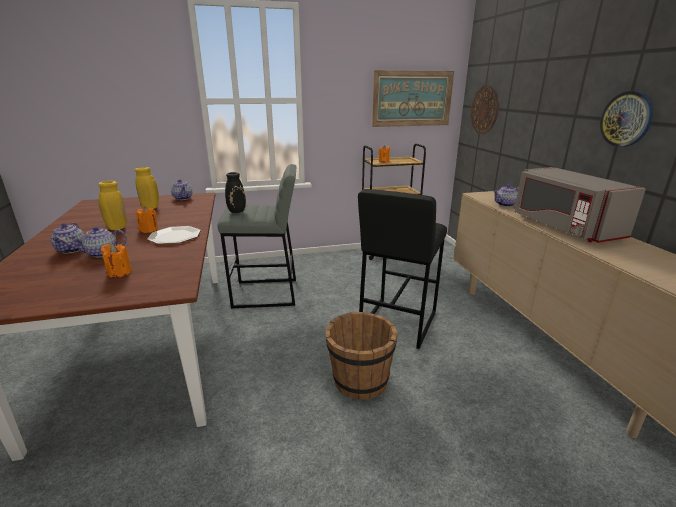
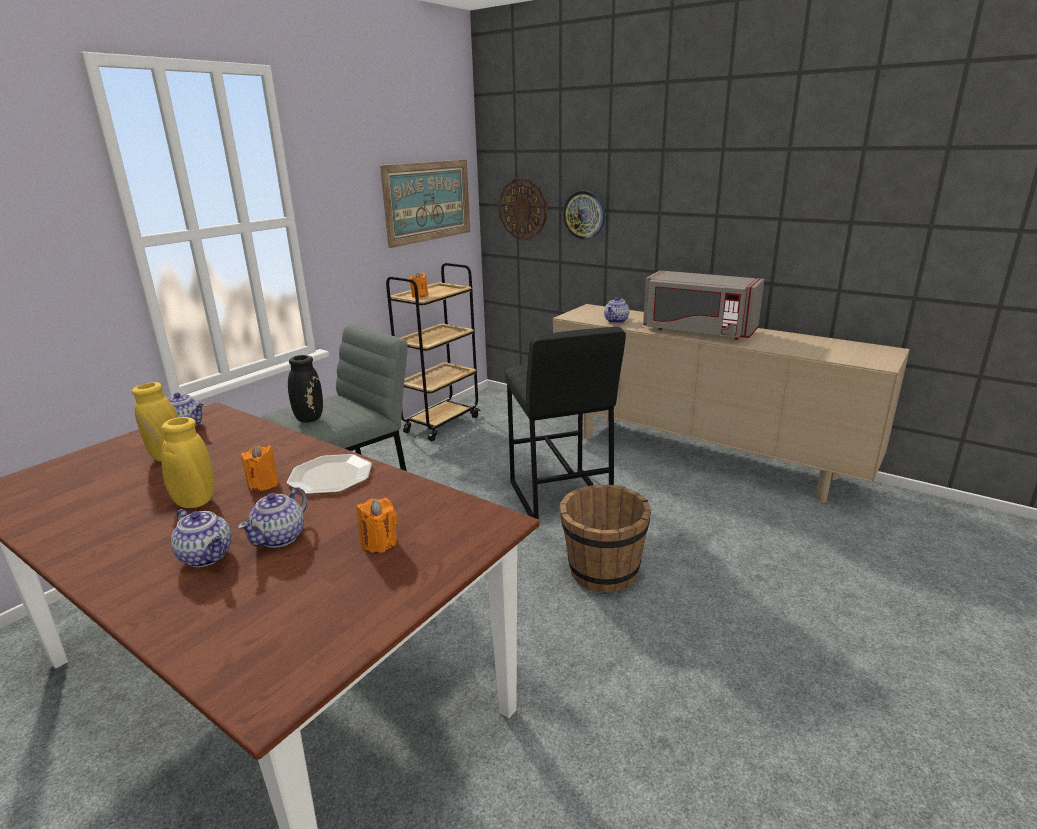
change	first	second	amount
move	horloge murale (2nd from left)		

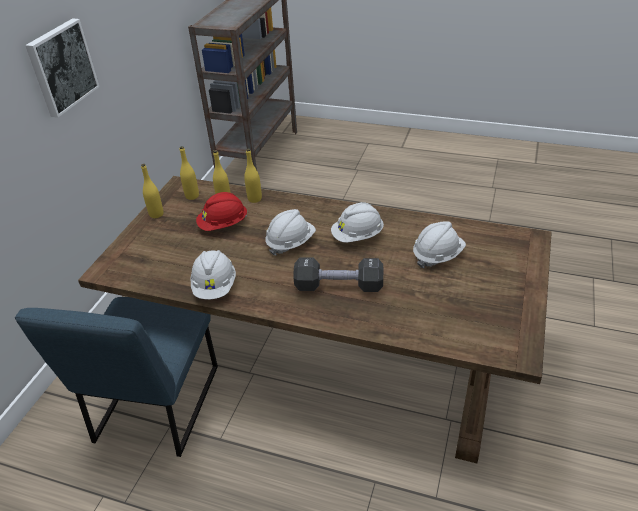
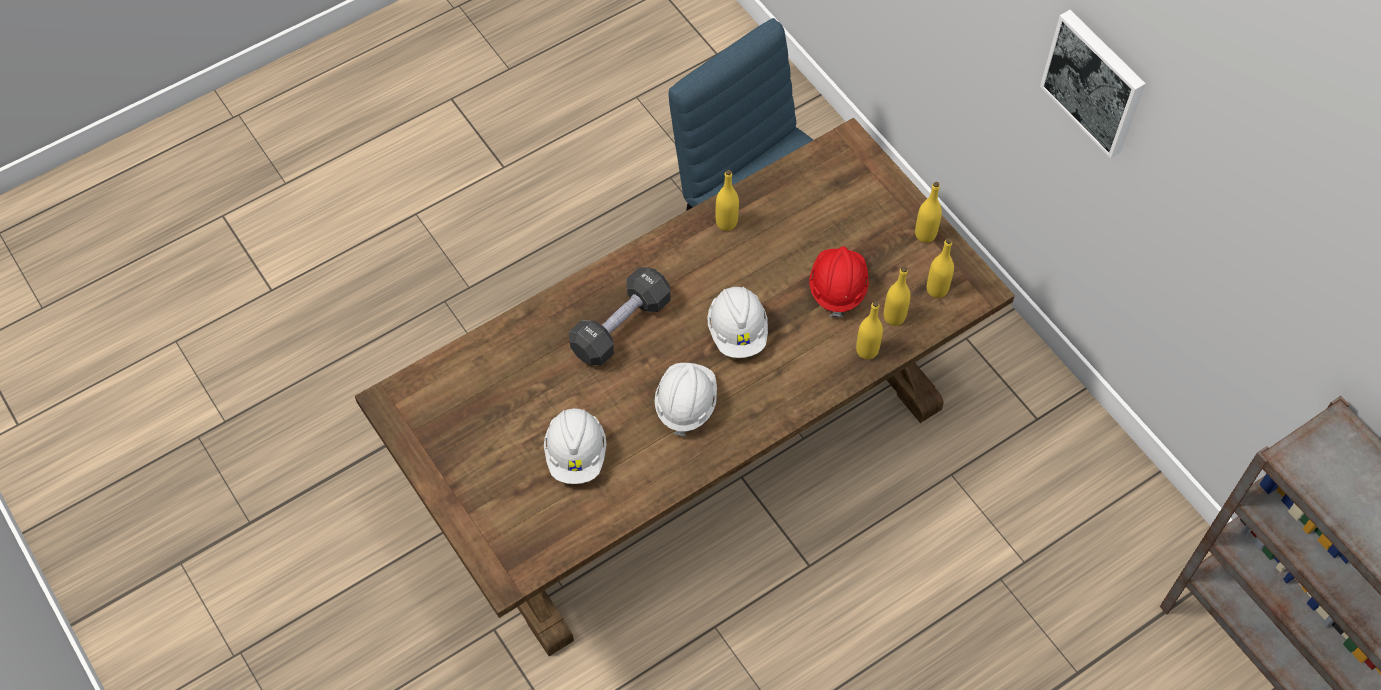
change	first	second	amount
replace	casque de chantier (blanc) (1st from left)	bouteille (jaune) (1st from left)	

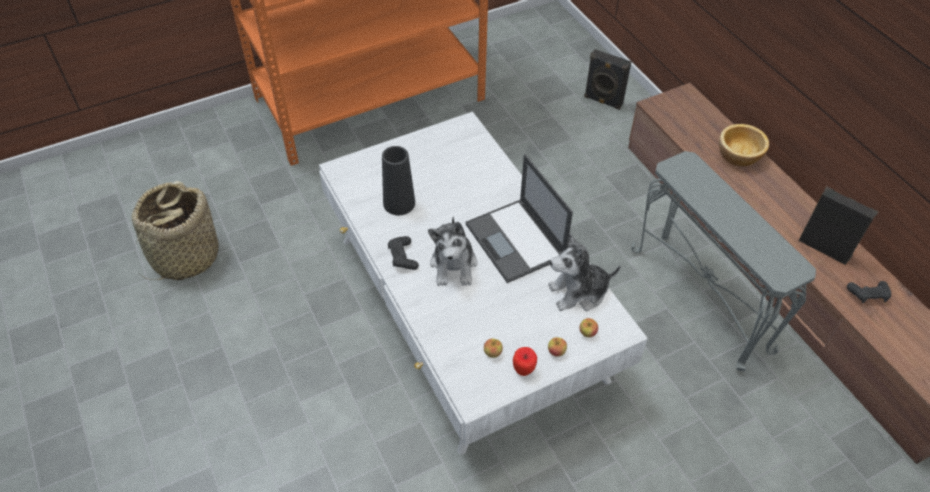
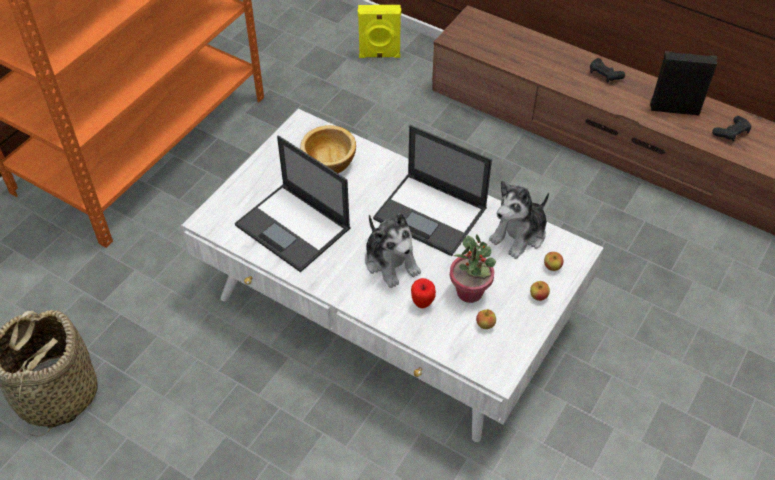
change	first	second	amount
replace	vase (noir)	ordinateur portable (1st from left)	
move	manette (noir) (1st from left)		
move	pomme (2nd from left in the first image)	pomme (1st from left)	
recolor	enceinte (noir) (1st from left)	enceinte (jaune)	
delete	table d'appoint (gris)		
move	bol		
insert		plante en pot	

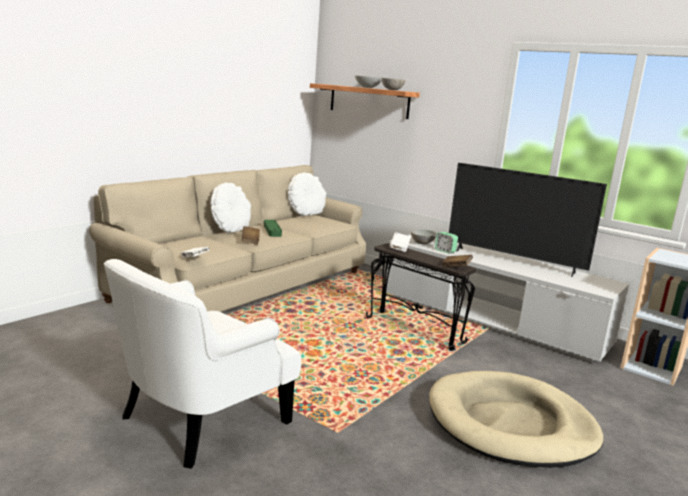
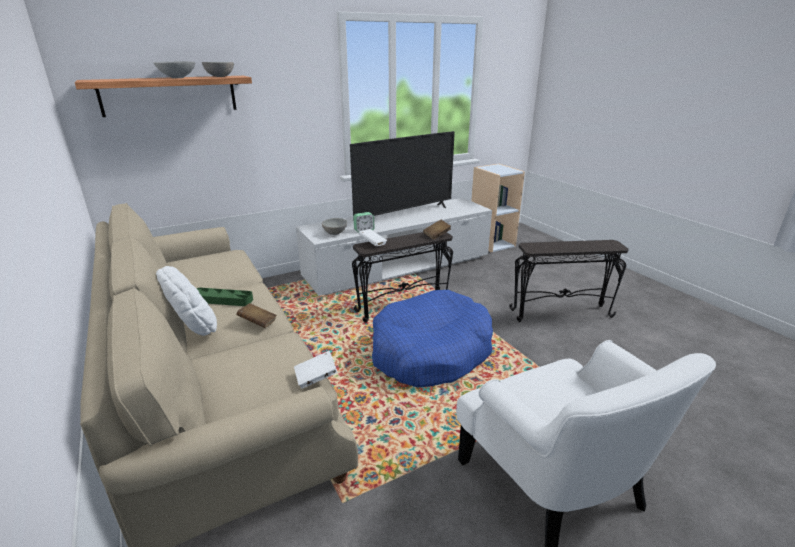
change	first	second	amount
delete	coussin (blanc) (2nd from left)		
replace	panier pour chien (beige)	table d'appoint (noir) (2nd from left)	
insert		panier pour chien (bleu)	

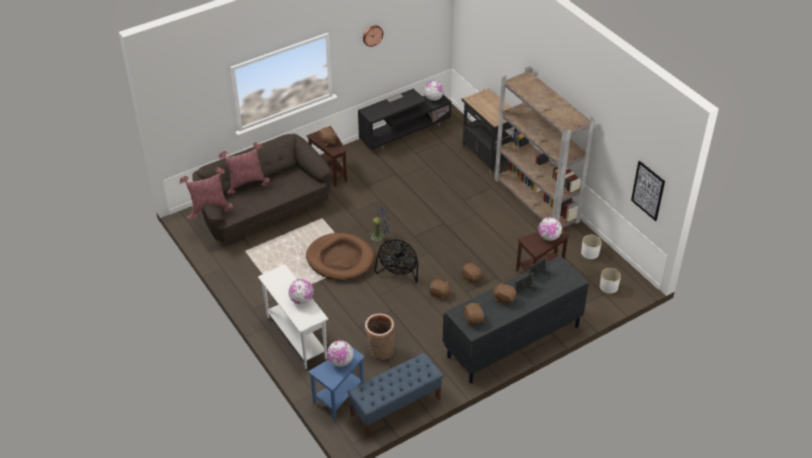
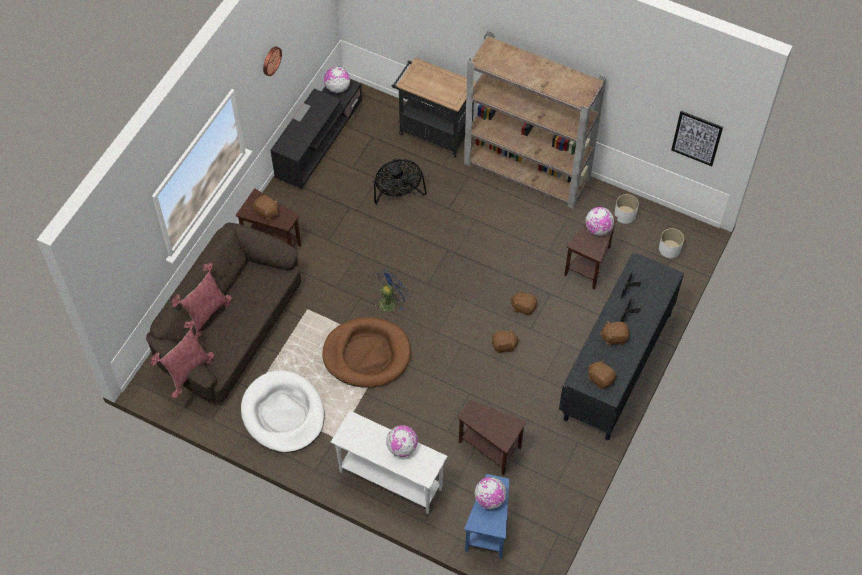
change	first	second	amount
delete	banc (bleu)		
replace	panier	table d'appoint (marron) (2nd from left)	
move	ventilateur (noir)		
insert		panier pour chien (blanc)	

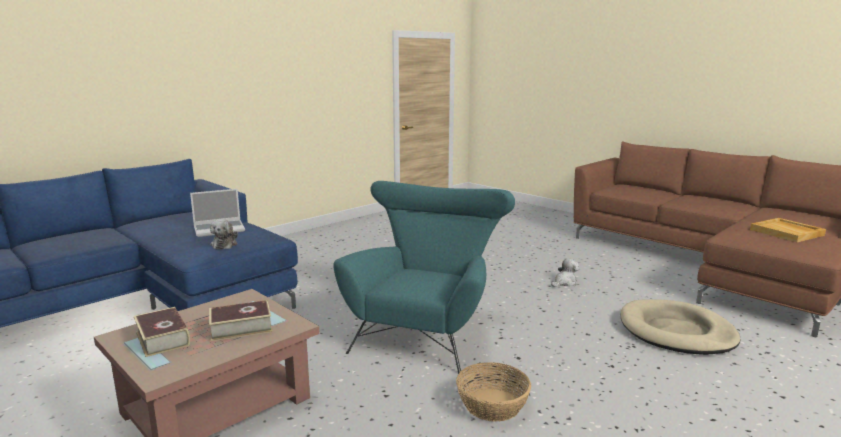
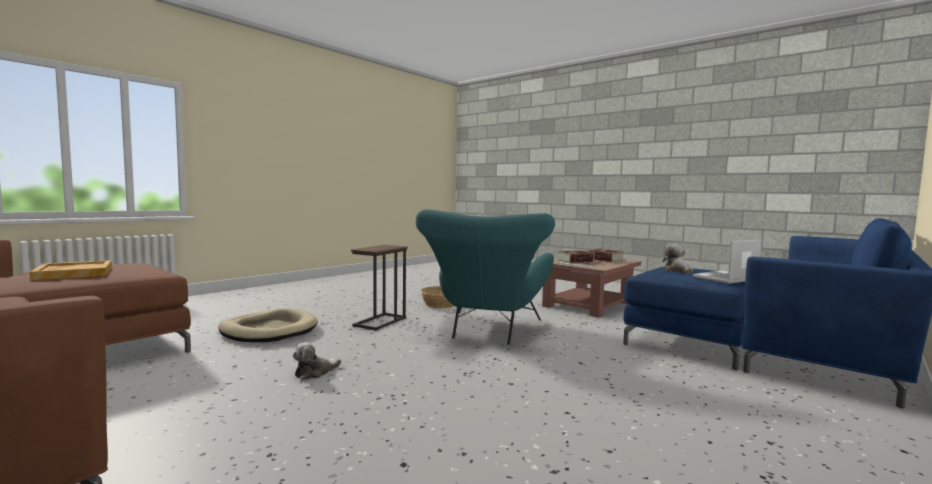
change	first	second	amount
insert		table d'appoint (marron)	

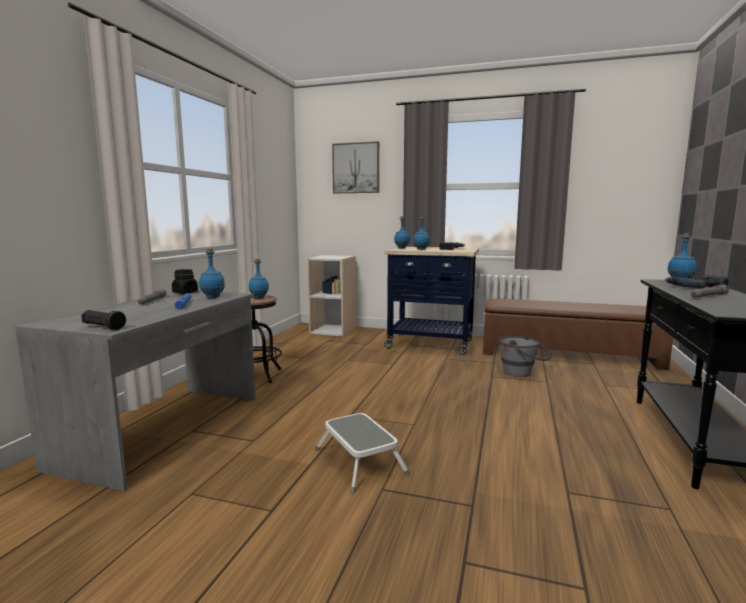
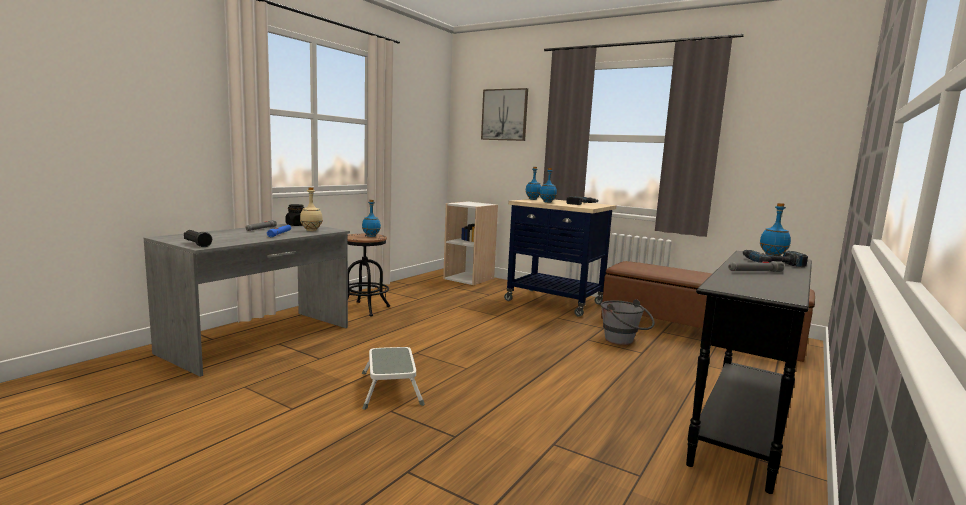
change	first	second	amount
recolor	bouteille (bleu) (1st from left)	bouteille (beige)	

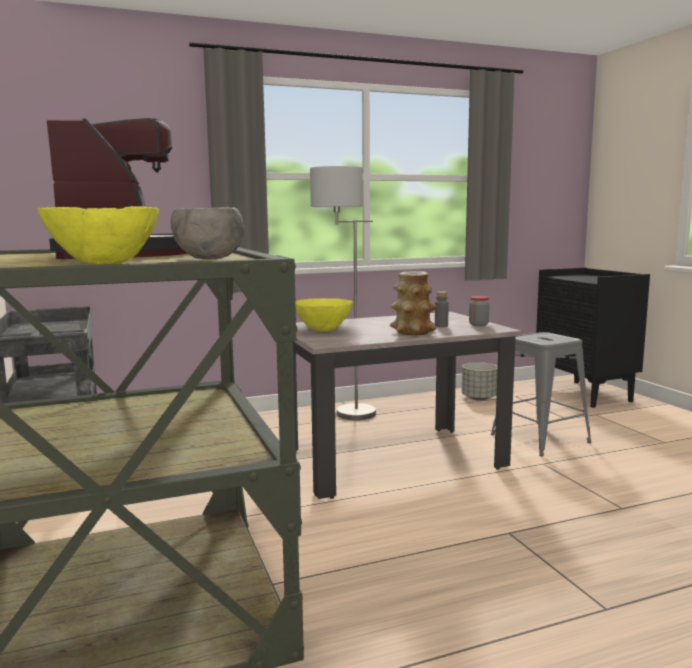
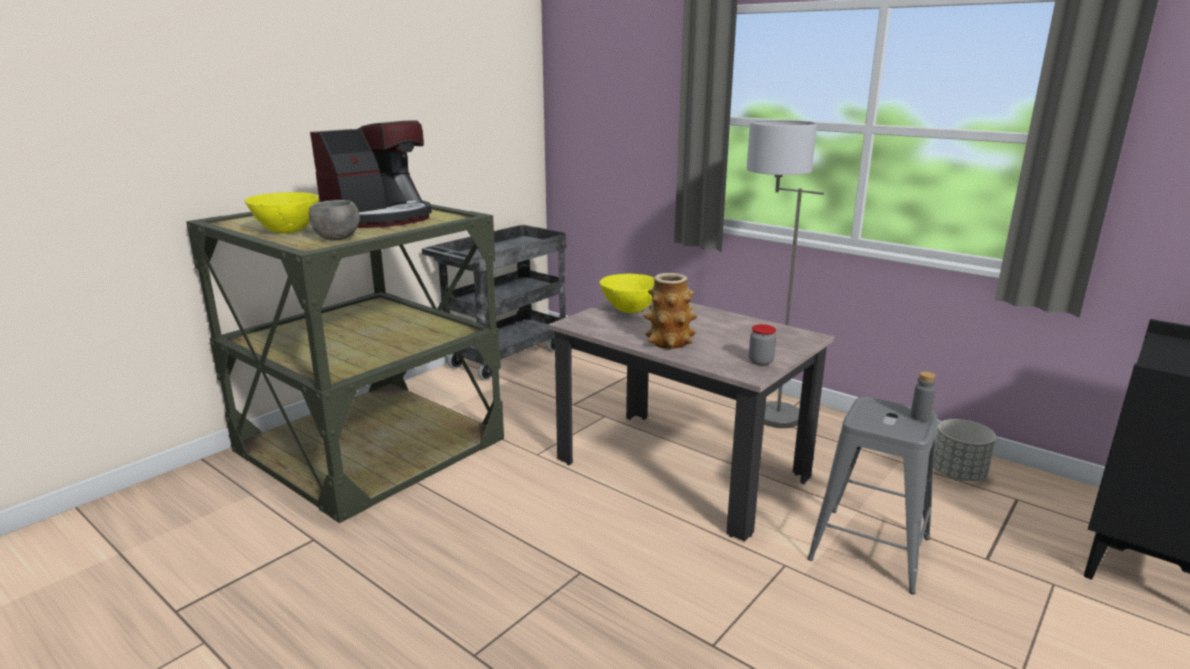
change	first	second	amount
move	bouteille (gris)		

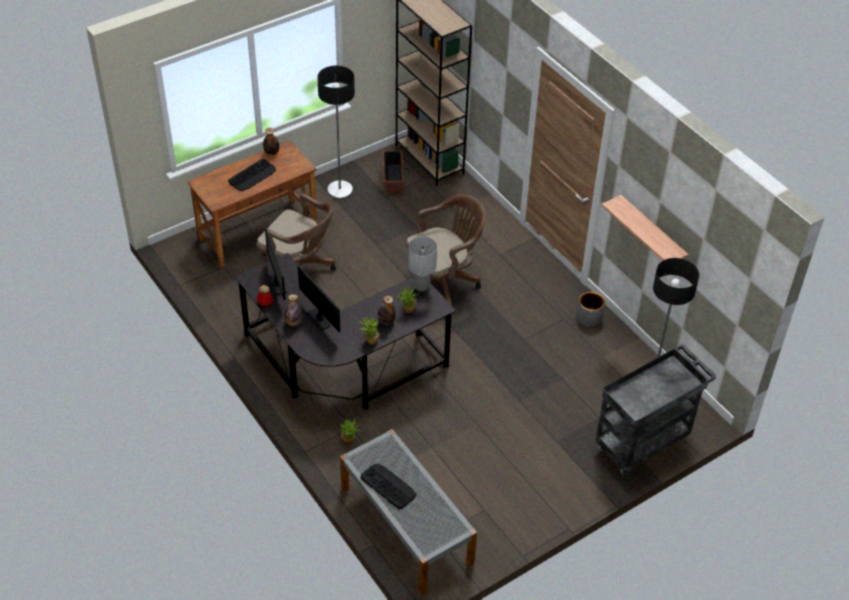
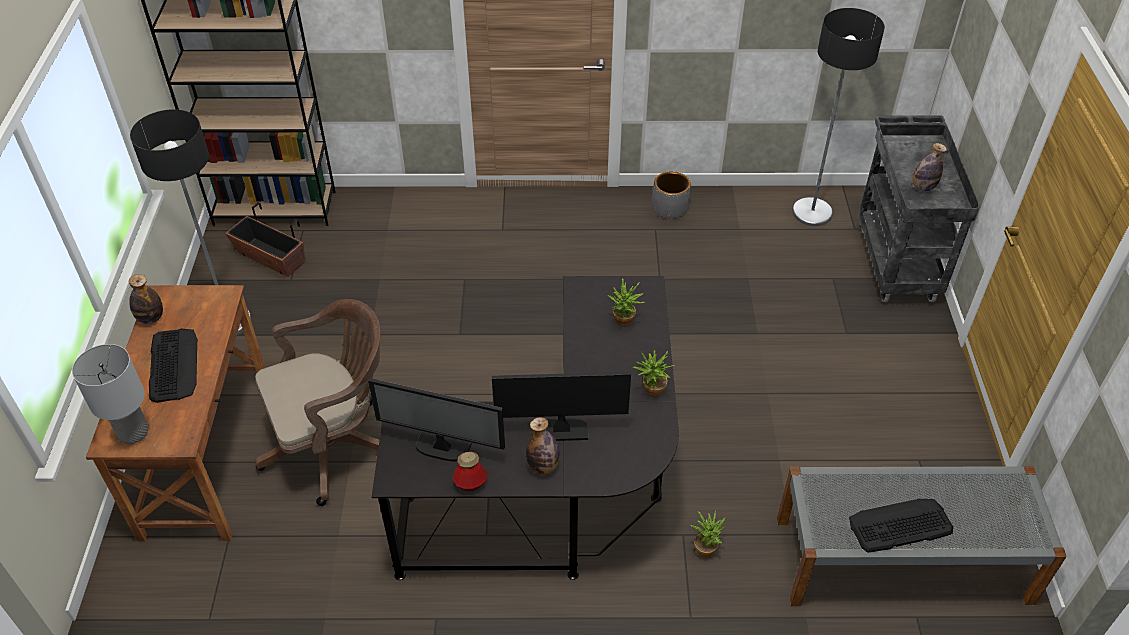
change	first	second	amount
move	bouteille (4th from left)		
delete	chaise de bureau (marron) (2nd from left)		
move	lampe de table (gris)		
delete	étagère		

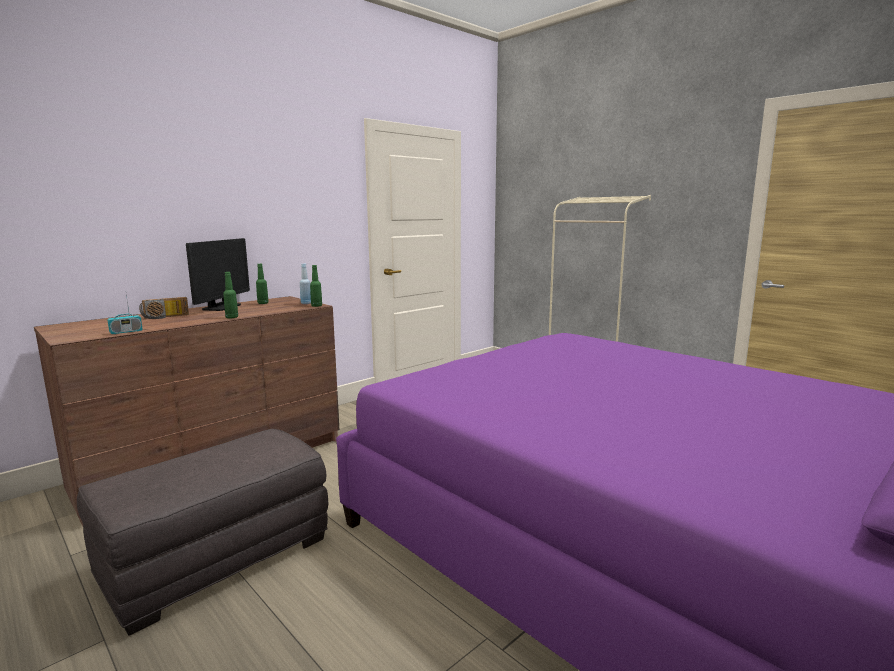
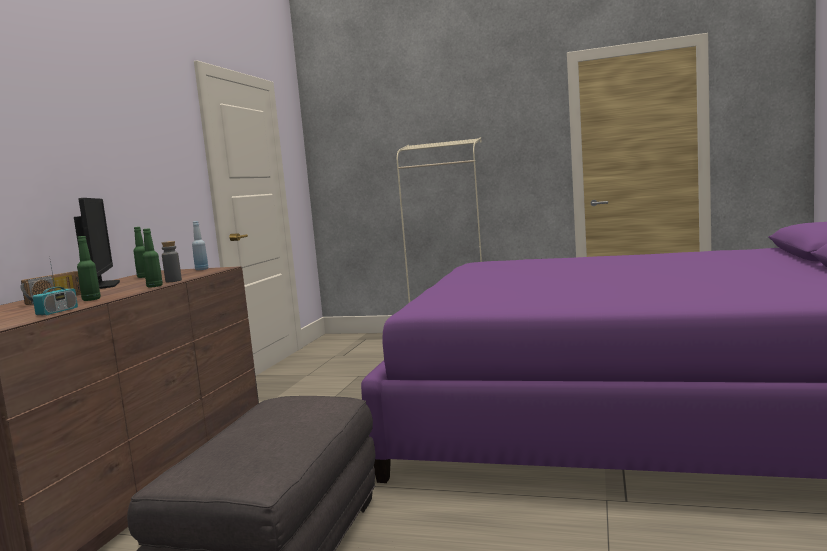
change	first	second	amount
move	bouteille (vert) (3rd from left in the first image)	bouteille (vert) (1st from left)	
insert		bouteille (gris)	

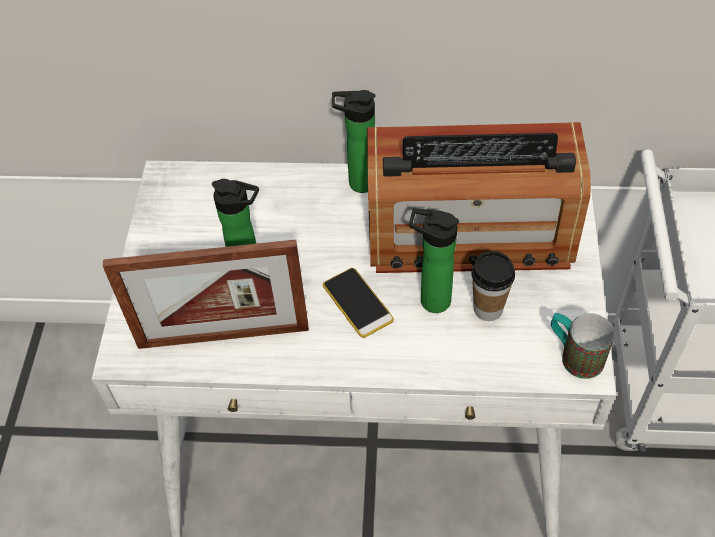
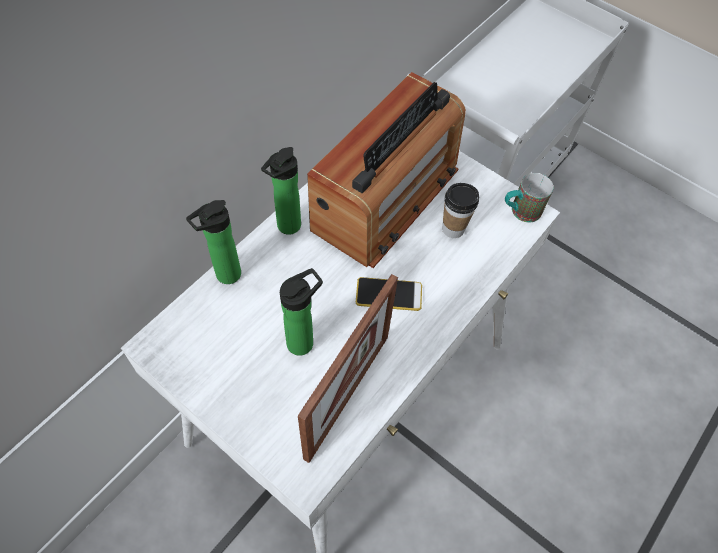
change	first	second	amount
move	bouteille (3rd from left in the first image)	bouteille (1st from left)	

